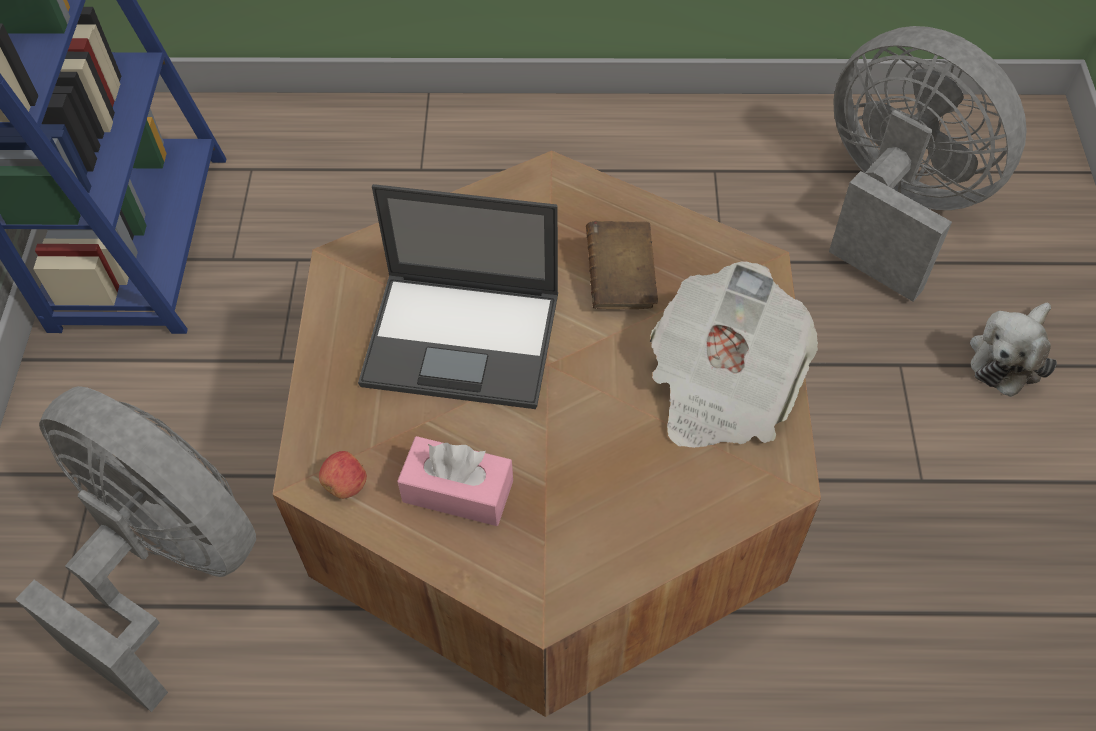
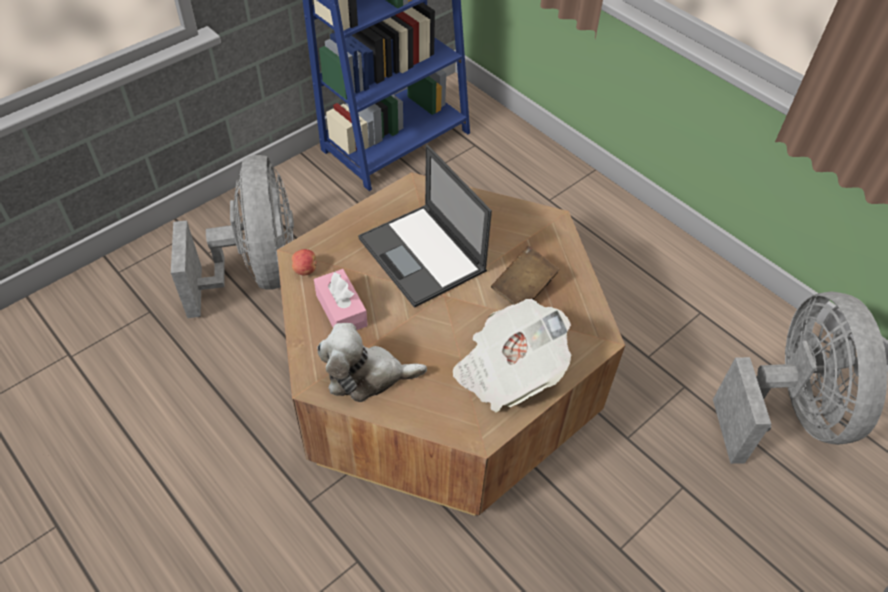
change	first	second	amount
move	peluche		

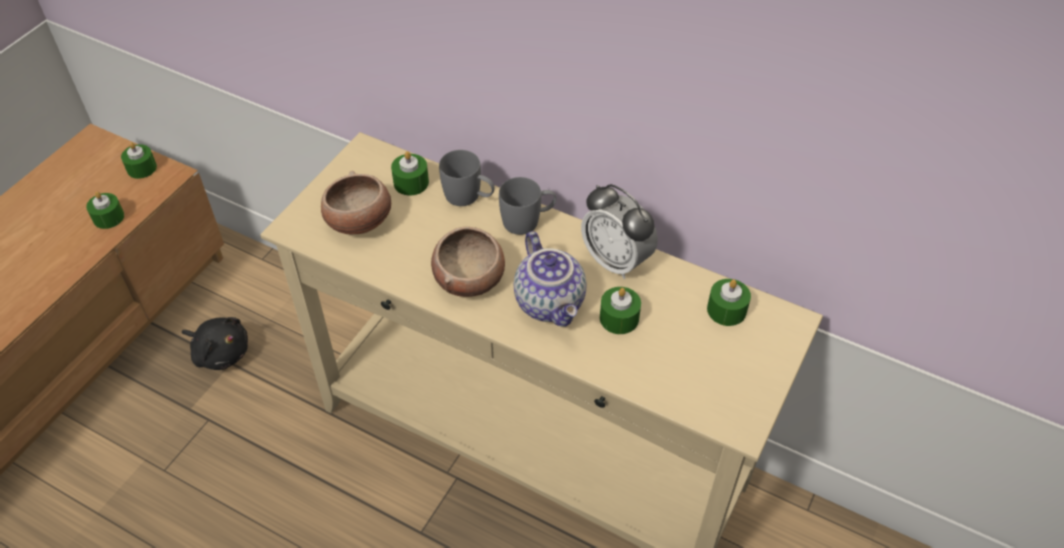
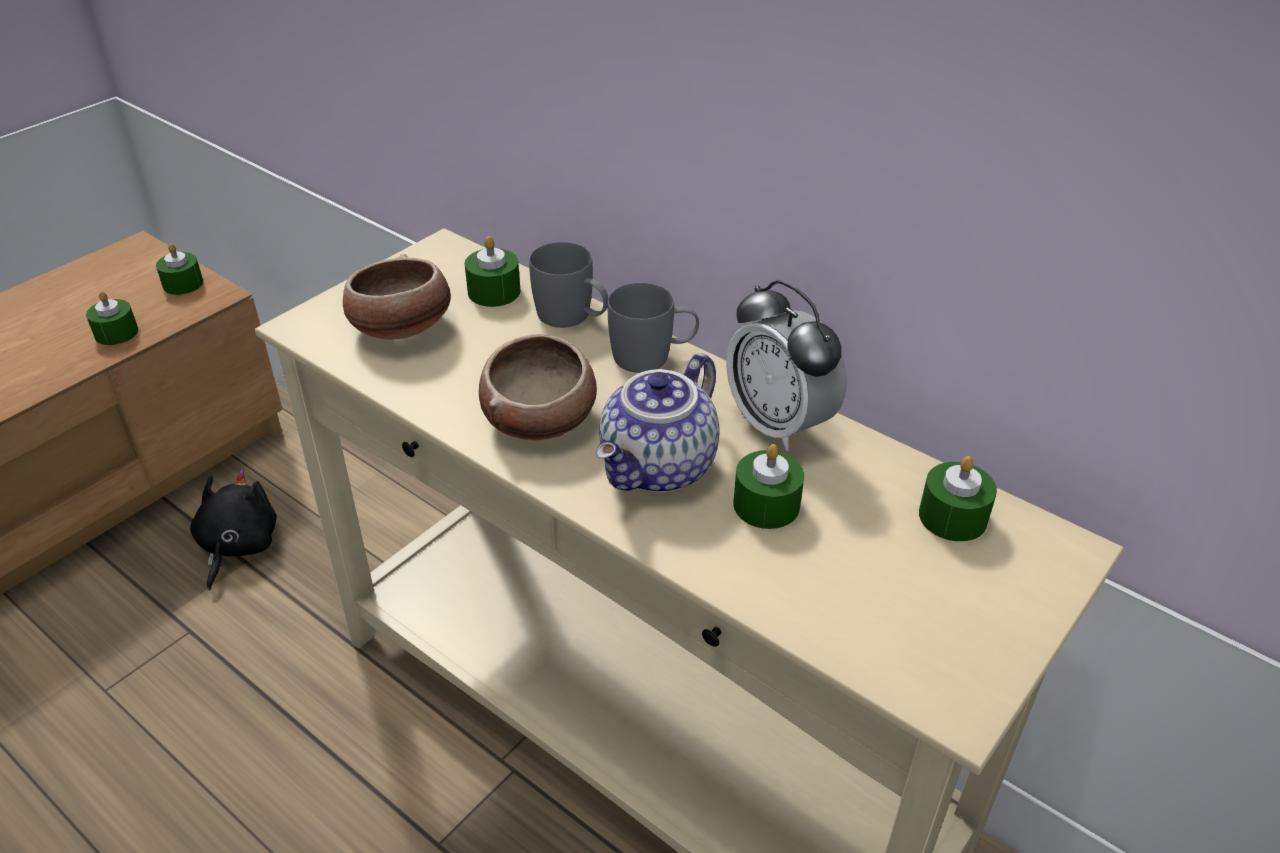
change	first	second	amount
rotate	peluche (noir)		120 degrees counterclockwise
rotate	théière		45 degrees clockwise

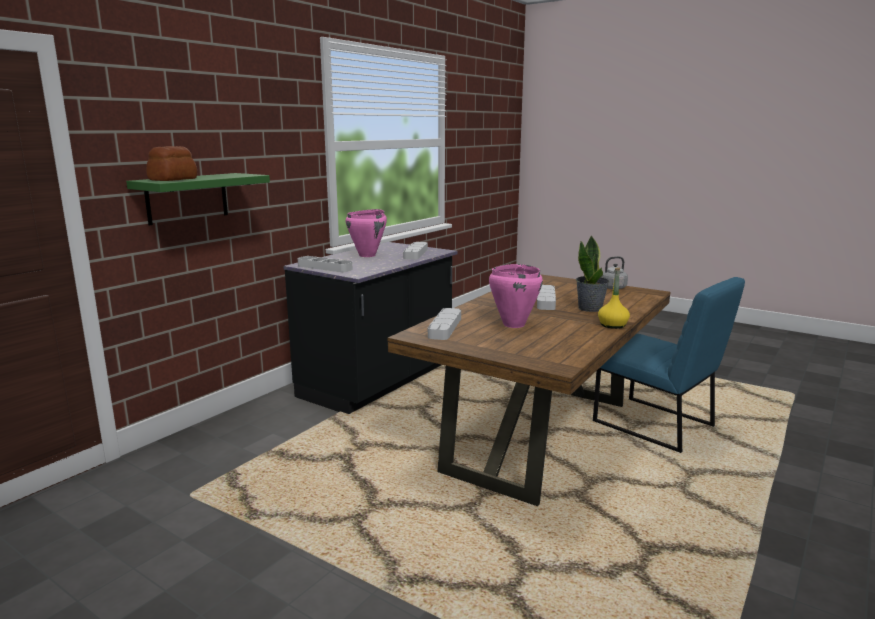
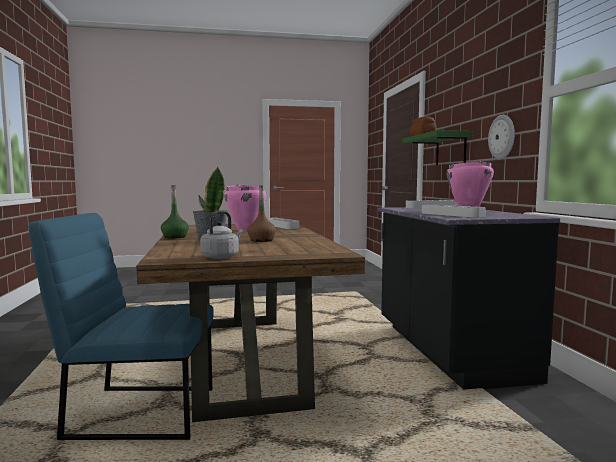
change	first	second	amount
replace	plateau (gris) (4th from left)	bouteille (marron)	
recolor	bouteille (jaune)	bouteille (vert)	
insert		horloge murale	

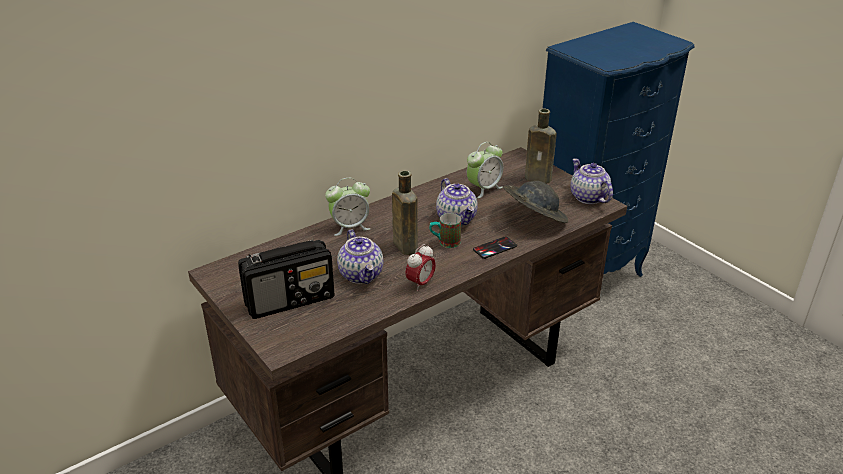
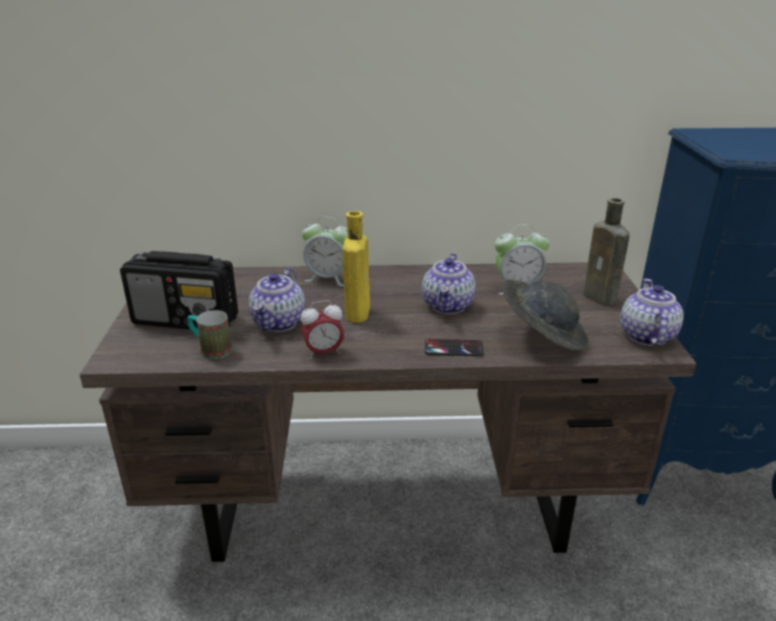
change	first	second	amount
recolor	bouteille (marron) (1st from left)	bouteille (jaune)	
move	mug		

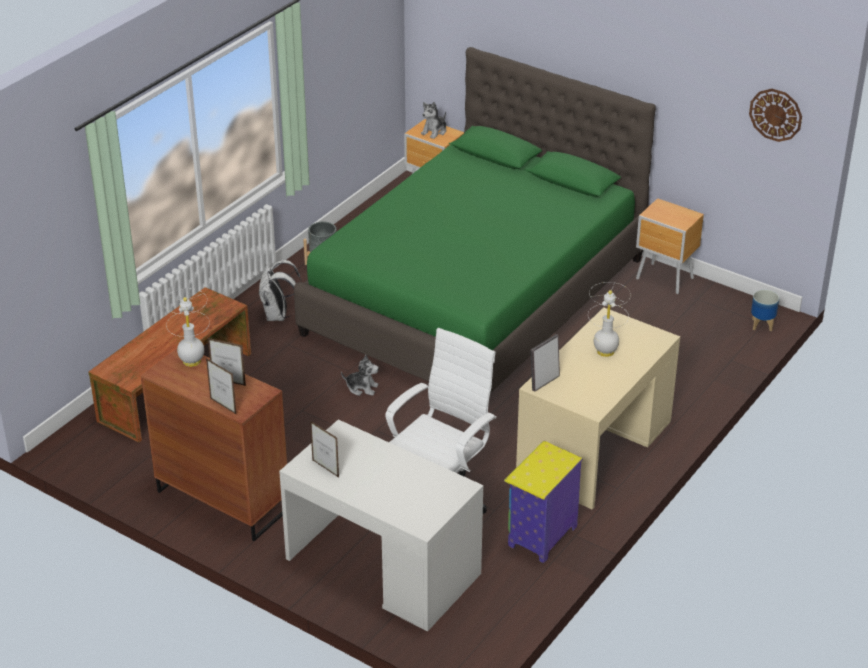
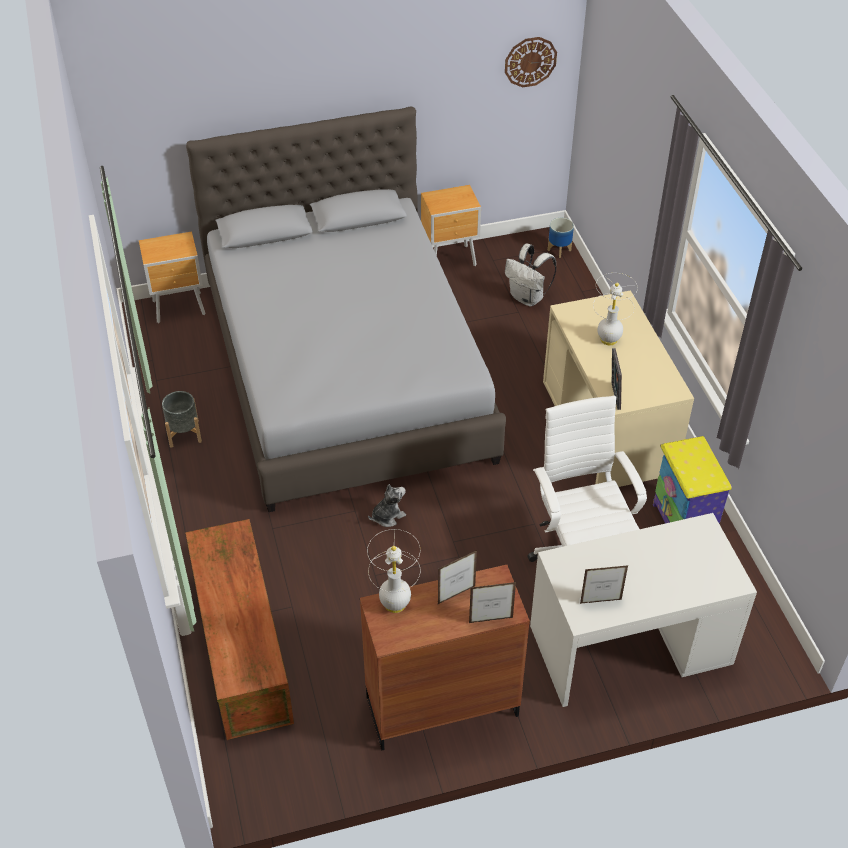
change	first	second	amount
move	sac à dos (blanc)		
recolor	lit (vert)	lit (gris)	
delete	peluche (2nd from left)		

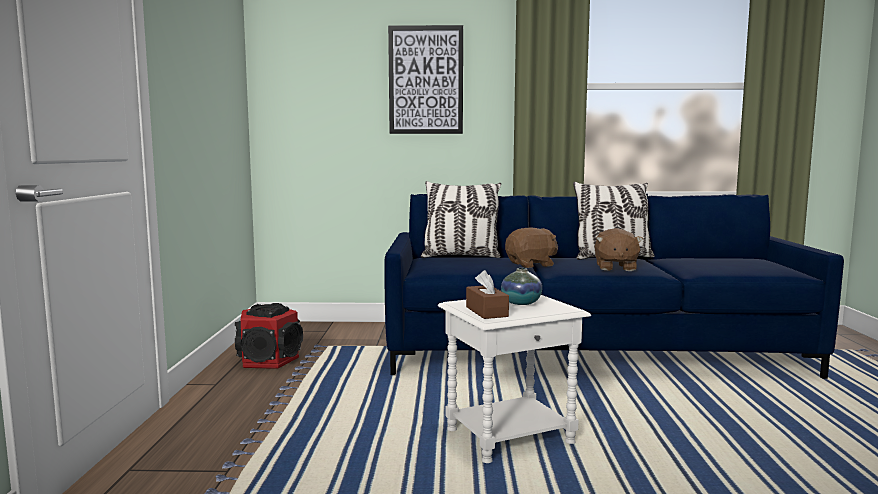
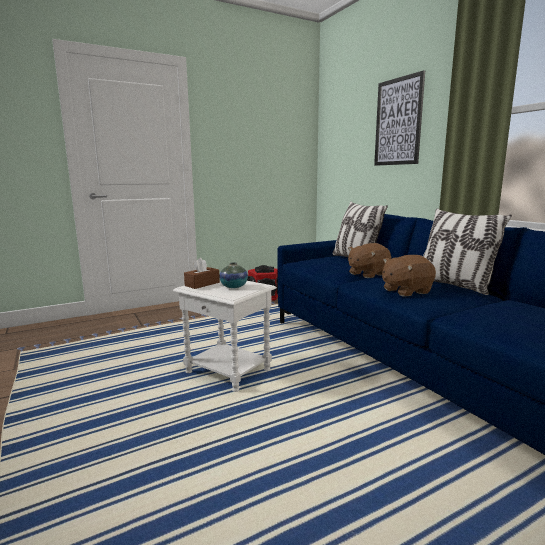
change	first	second	amount
rotate	peluche (marron) (1st from left)		105 degrees clockwise

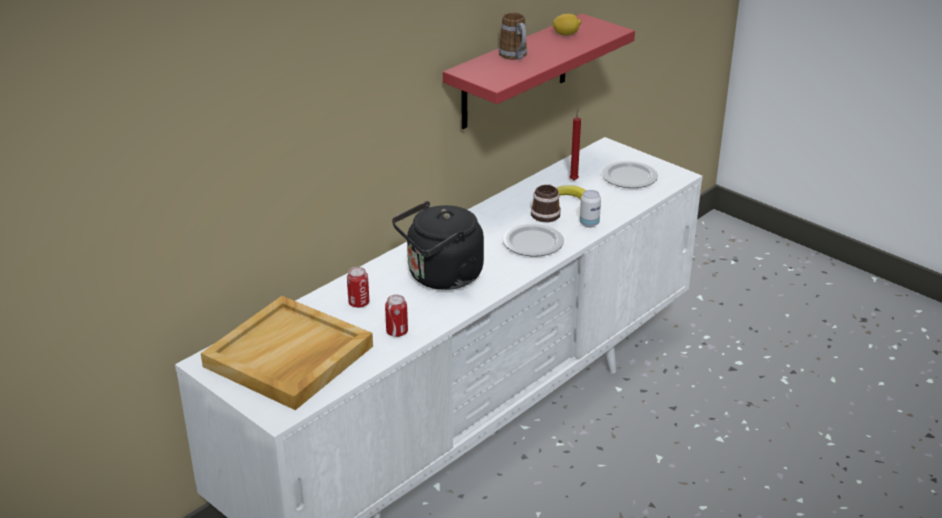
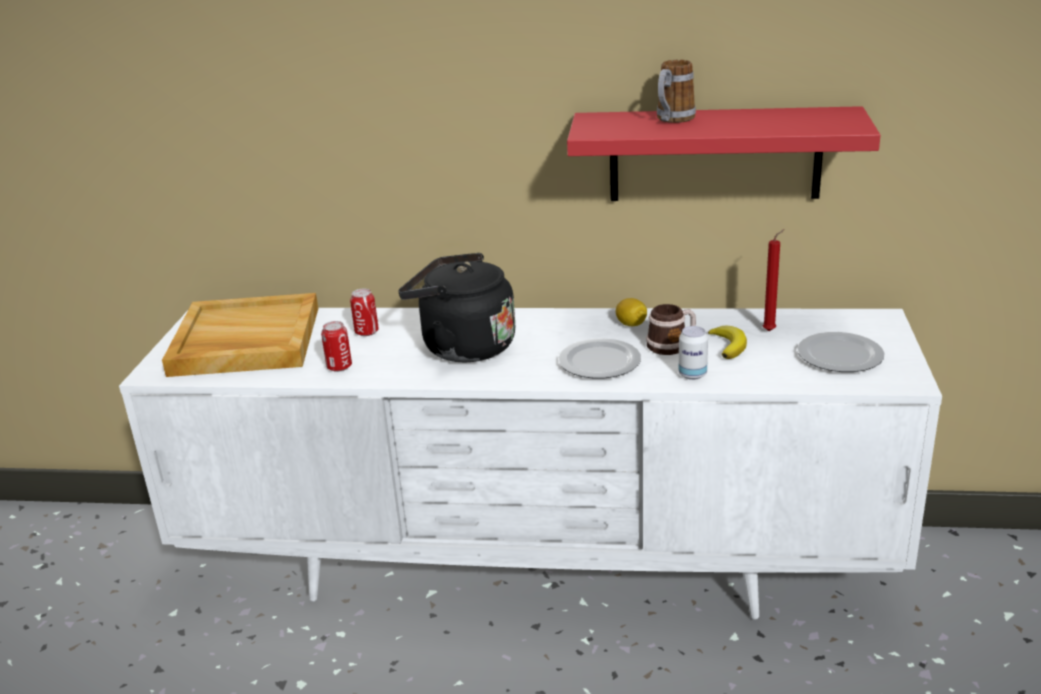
change	first	second	amount
move	citron		

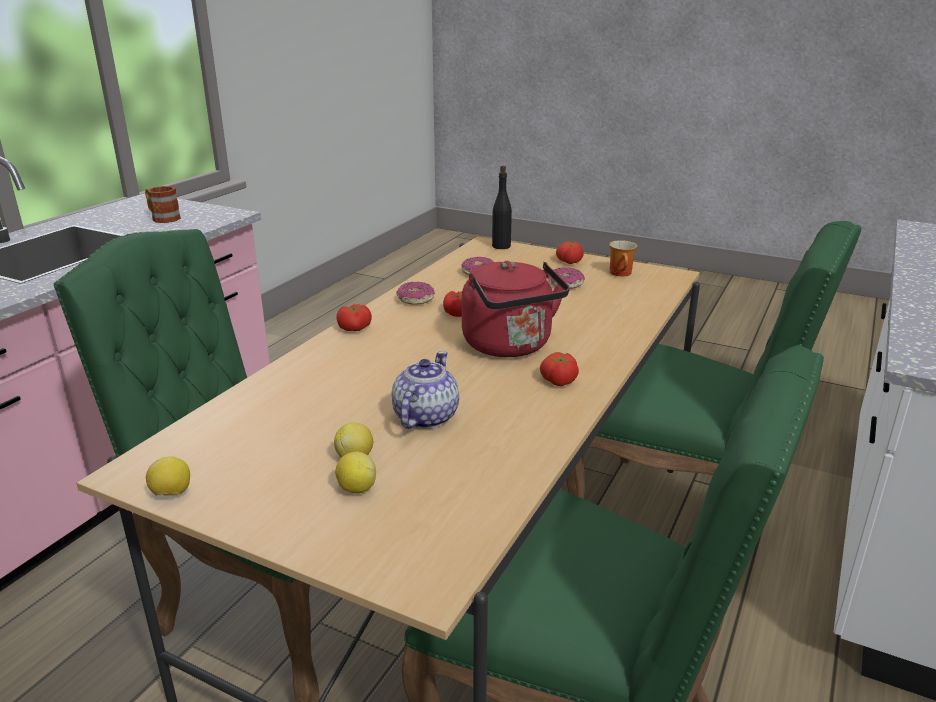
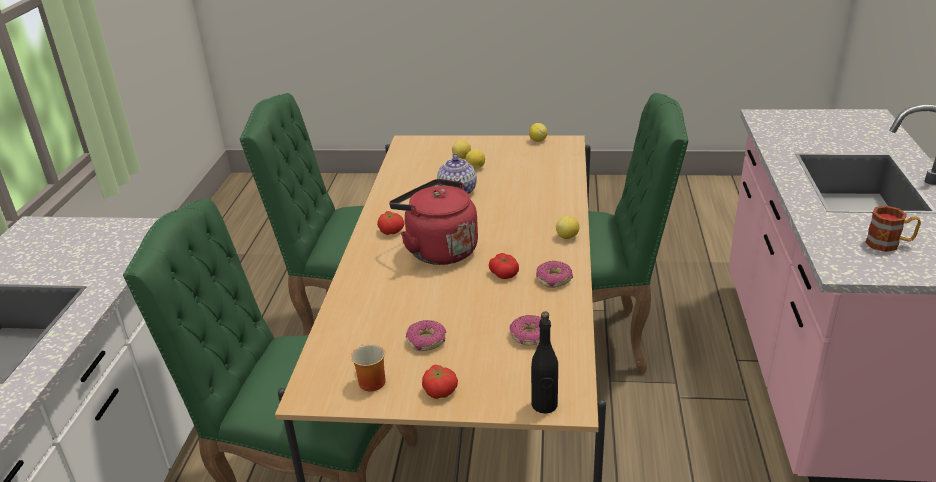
change	first	second	amount
replace	tomate (1st from left)	citron (4th from left)	

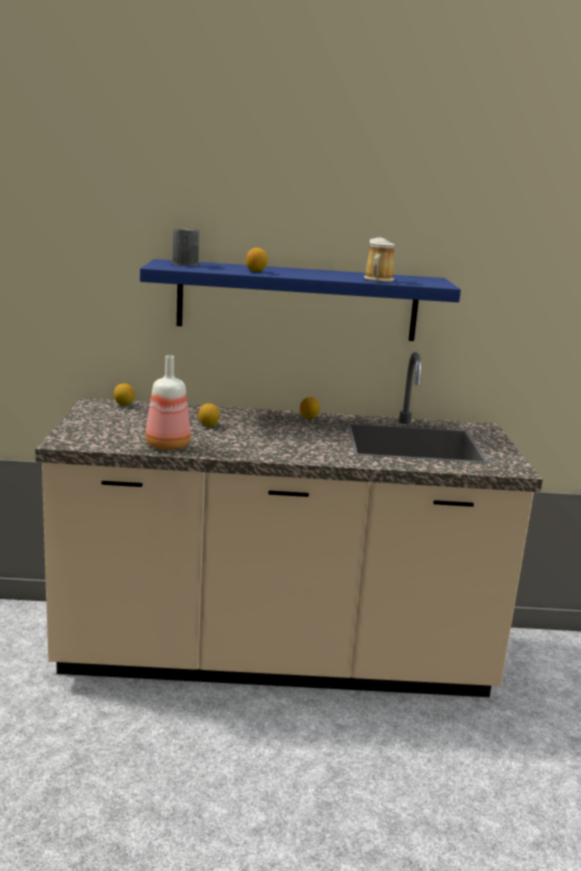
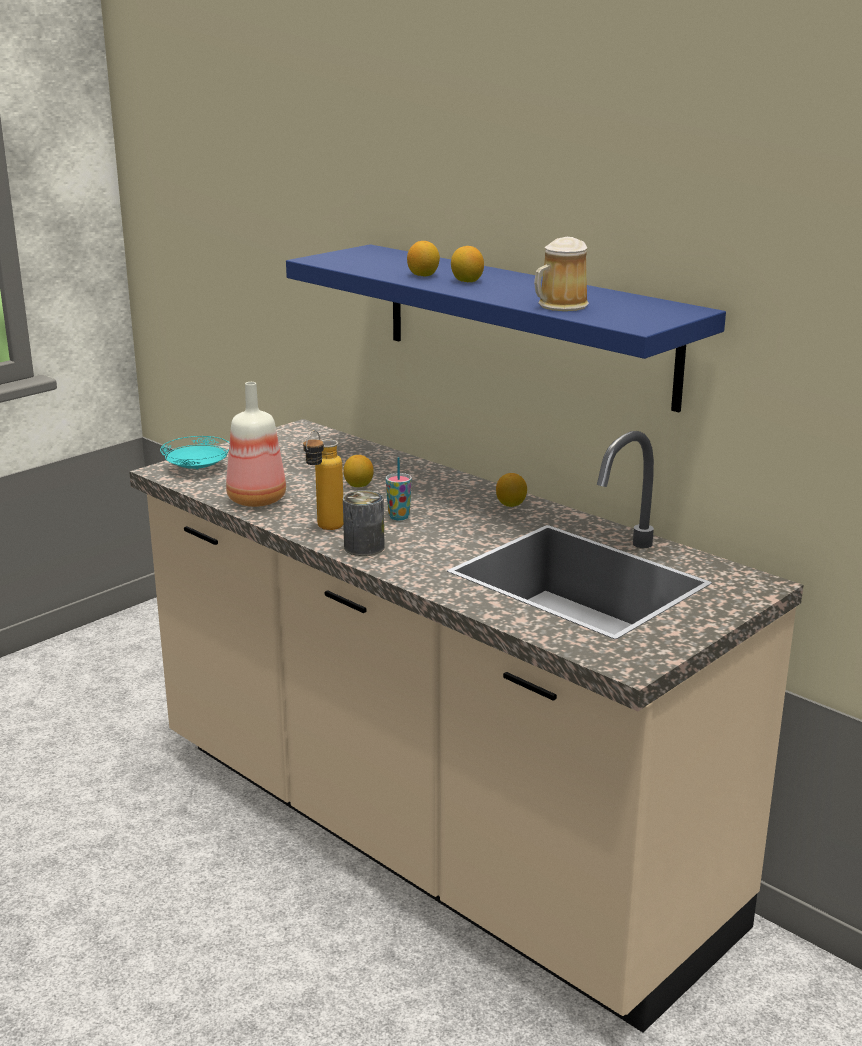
change	first	second	amount
move	citron (1st from left in the first image)	citron (3rd from left)	
move	boîte métallique		
insert		assiette (turquoise)	
insert		bouteille (2nd from left)	
insert		tasse	

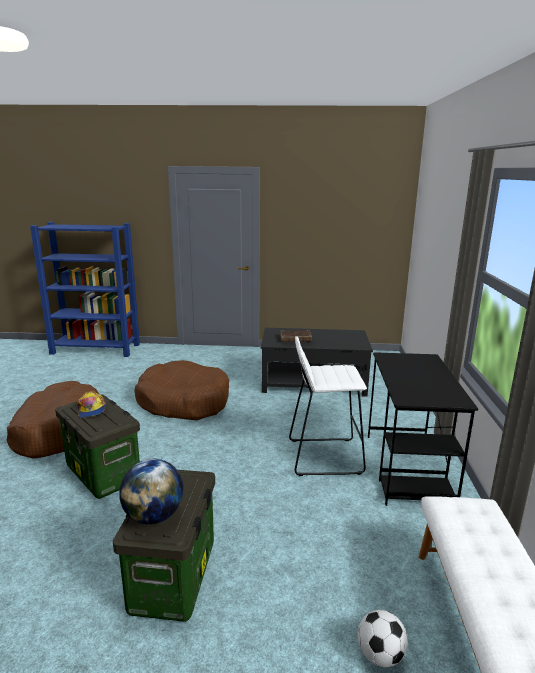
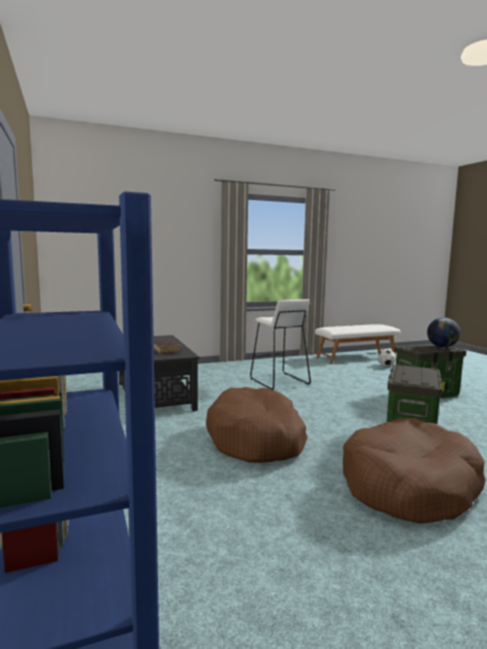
change	first	second	amount
delete	casquette		
delete	bureau (noir)		

